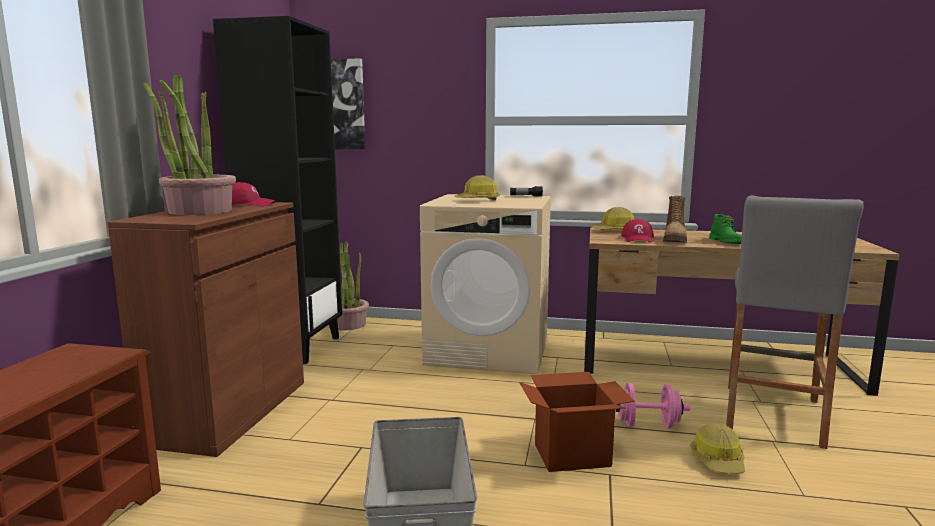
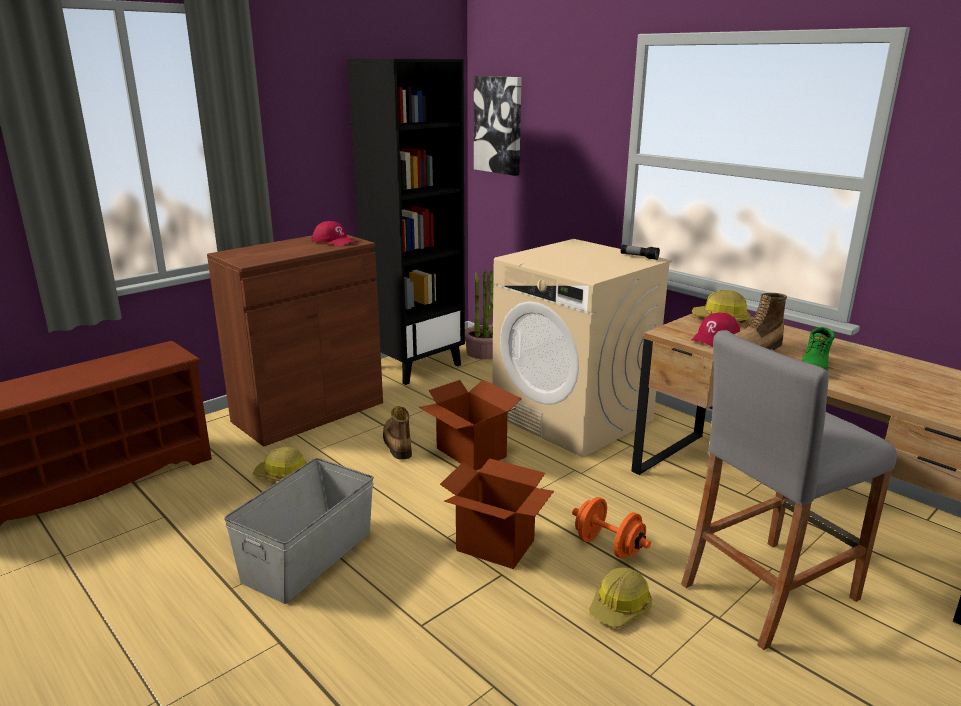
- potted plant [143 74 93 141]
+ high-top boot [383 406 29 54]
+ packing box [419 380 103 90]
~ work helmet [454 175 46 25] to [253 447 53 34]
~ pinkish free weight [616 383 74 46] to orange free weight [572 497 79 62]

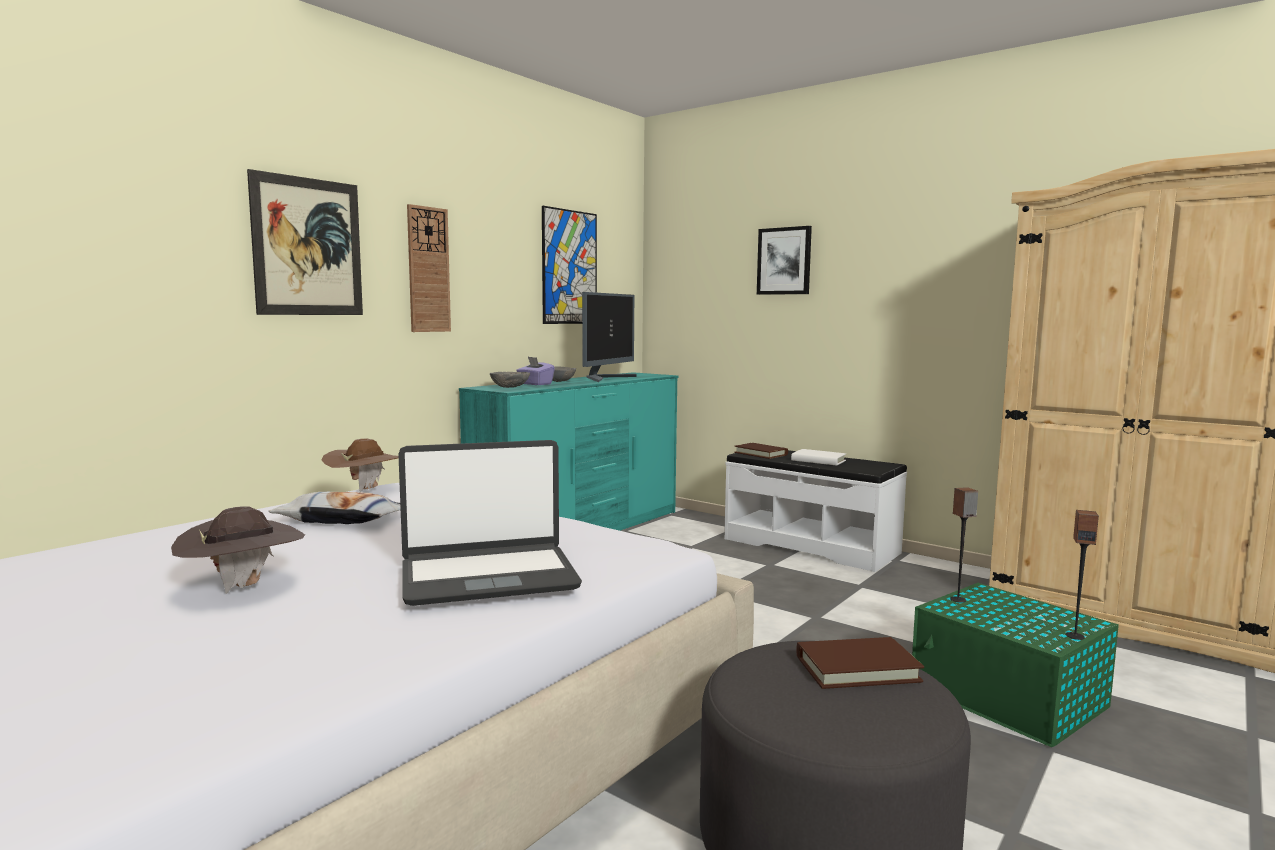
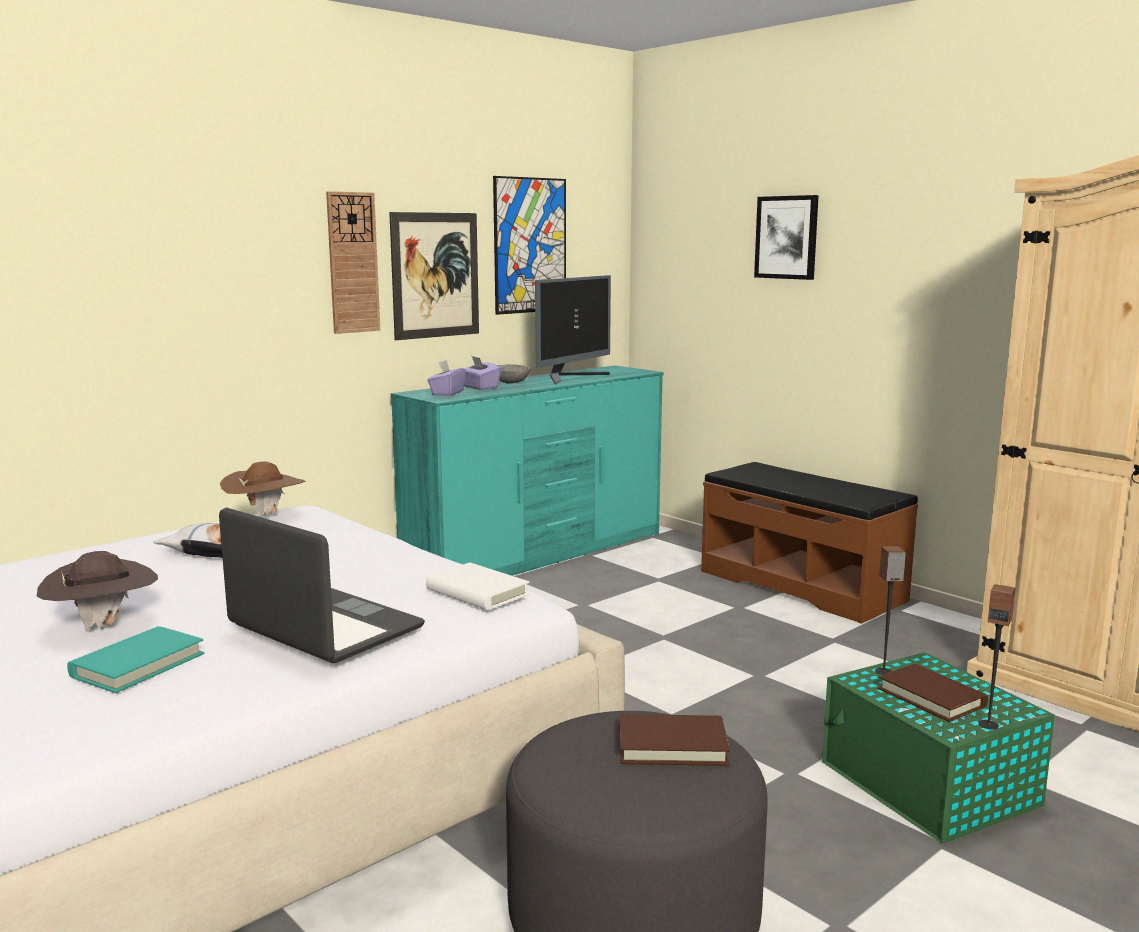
+ blue-green bound book [67 626 137 67]
~ picture [247 169 116 146] to [389 212 90 128]
~ brown-coloured bound book [734 443 54 16] to [878 664 110 58]
~ white bound book [791 449 55 16] to [426 563 103 47]
~ greyish serving bowl [490 372 40 16] to purplish box of tissues [428 360 38 36]
~ white indoor bench [724 450 183 122] to brown-coloured indoor bench [701 462 217 162]
~ laptop [398 440 184 166] = [219 508 206 155] 135 degrees counterclockwise

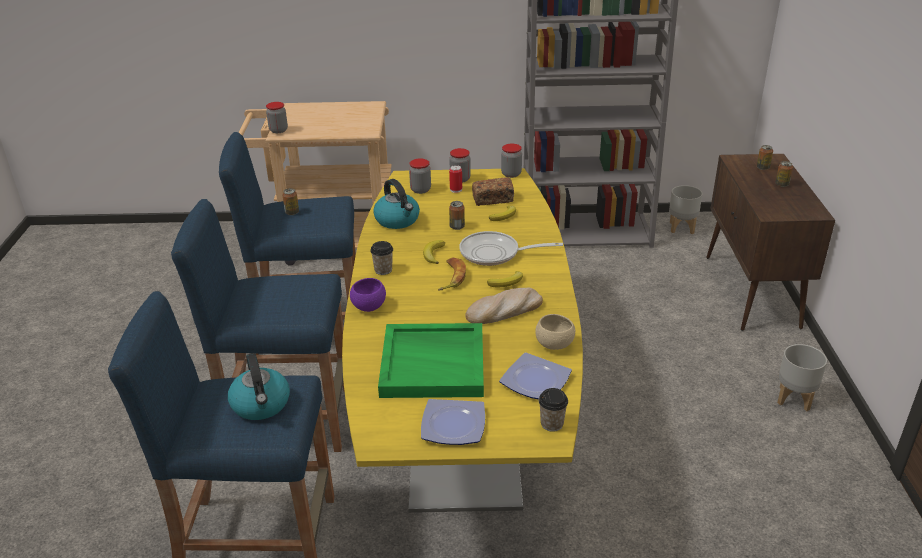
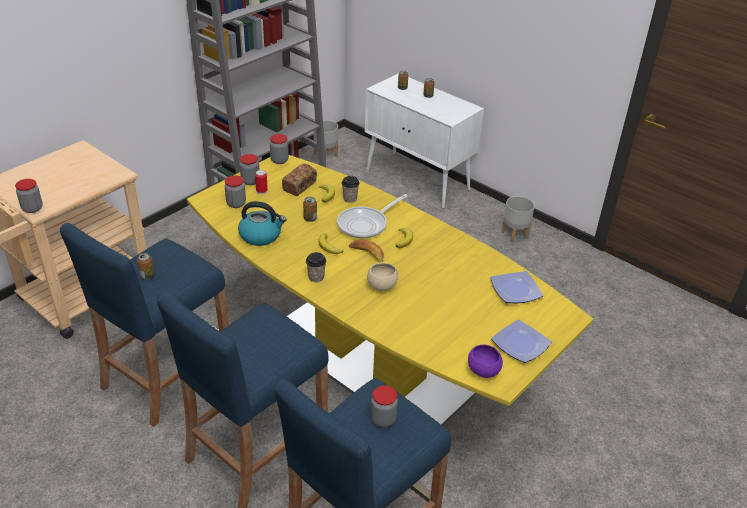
- green serving tray [378 323 106 75]
- baked bread [465 287 78 37]
~ purplish serving bowl [350 278 36 34] to [468 344 35 34]
~ sand-coloured serving bowl [535 314 40 36] to [367 263 31 28]
~ drinking cup [539 388 29 44] to [342 176 17 27]
~ tea kettle [228 353 62 67] to storage jar [370 385 28 42]
~ brown-coloured storage cabinet [706 154 129 177] to white storage cabinet [365 73 119 135]

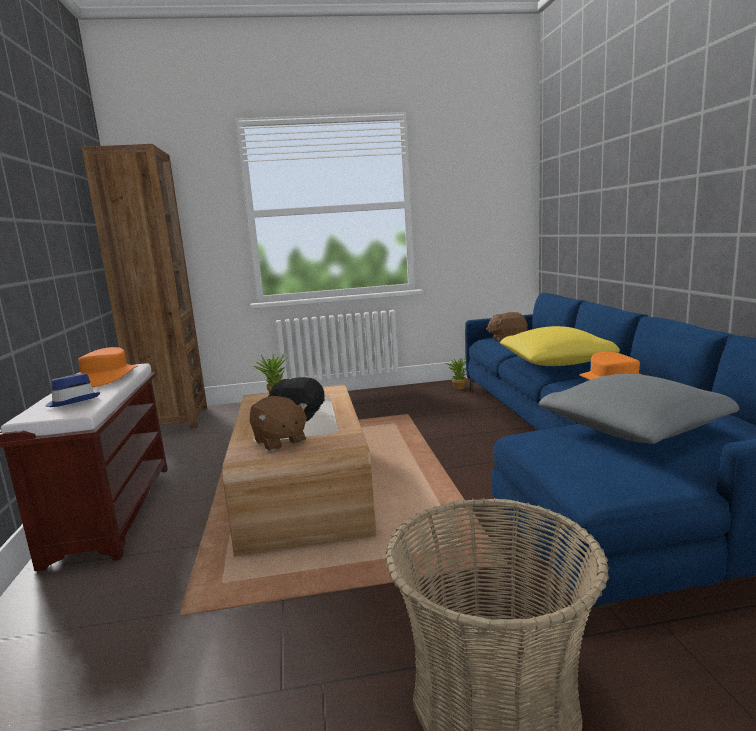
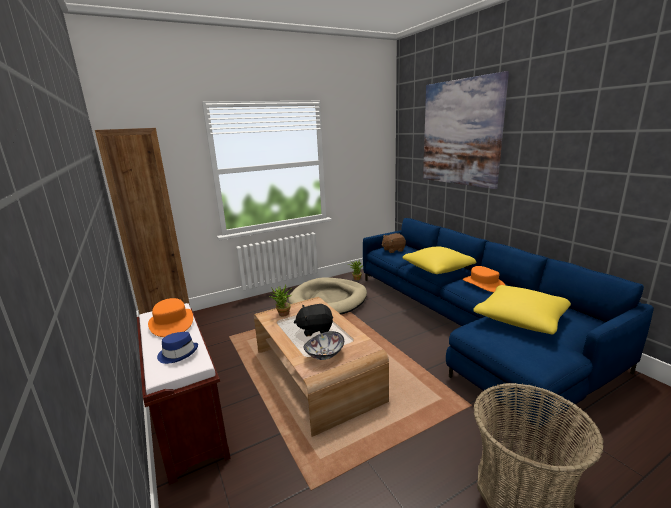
+ sand-coloured dog cushion [288 277 79 37]
+ picture [423 71 86 118]
~ brown-coloured soft toy [250 396 57 55] to serving bowl [304 331 40 29]
~ greyish throw pillow [539 374 201 70] to yellowish throw pillow [474 285 97 50]

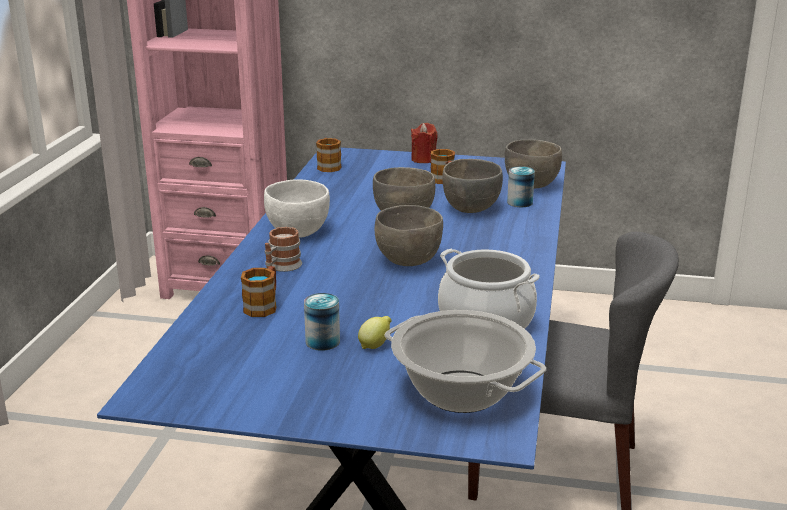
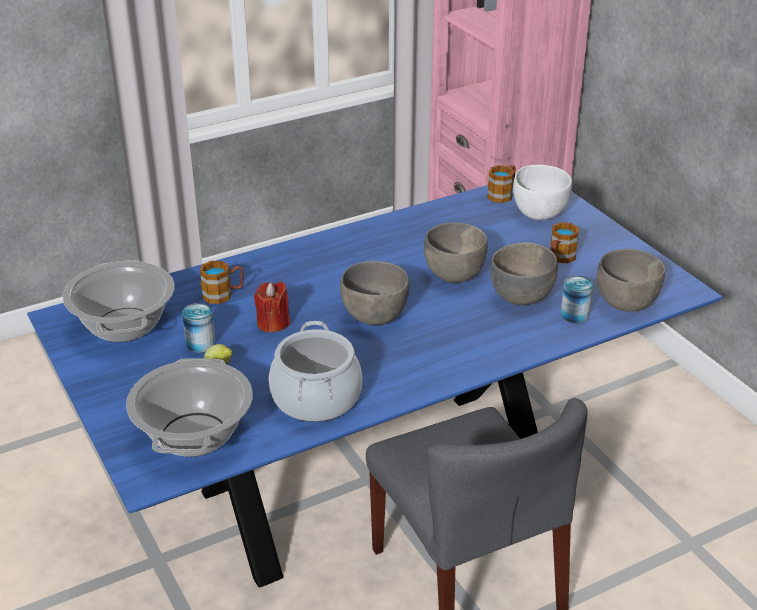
- tea mug [265 227 37 45]
+ stockpot [63 260 111 82]
~ white serving bowl [264 179 66 59] to [513 165 59 55]
~ red-coloured wax light [411 123 26 40] to [254 281 36 52]

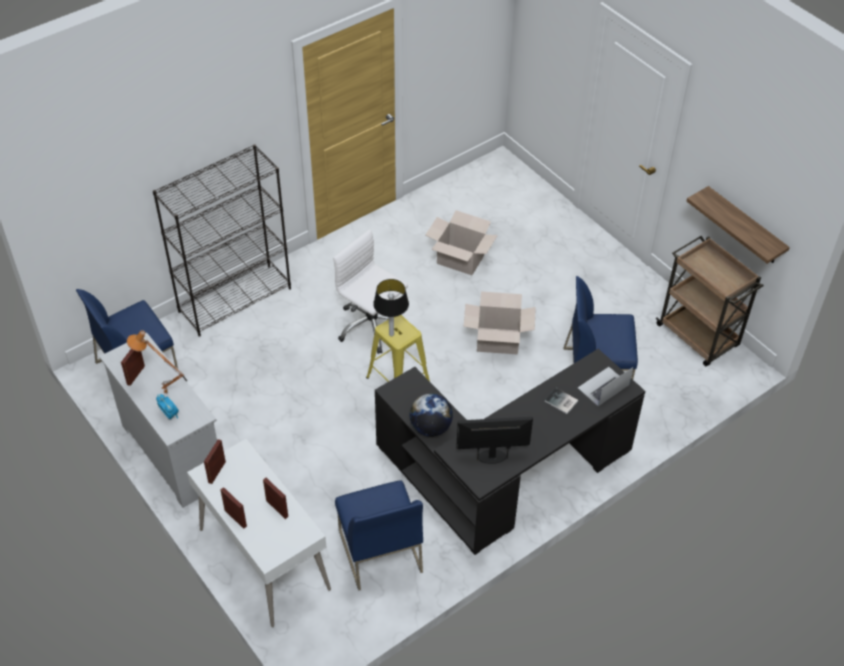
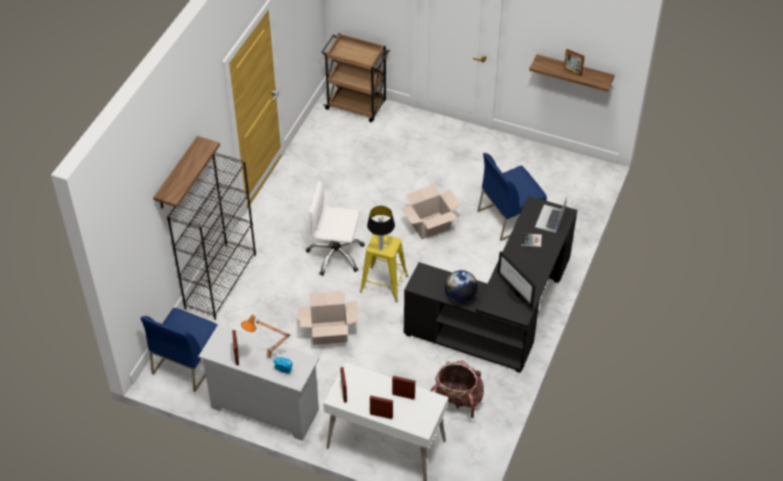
+ bracket shelf [153 136 67 73]
+ standing frame [564 49 21 27]
~ packing box [426 210 72 65] to [298 291 61 54]
~ brown-coloured trolley [655 236 108 130] to [321 33 69 89]
~ blue chair [335 480 88 111] to knapsack [431 360 53 58]
~ computer screen [456 417 77 47] = [498 251 37 56] 90 degrees counterclockwise

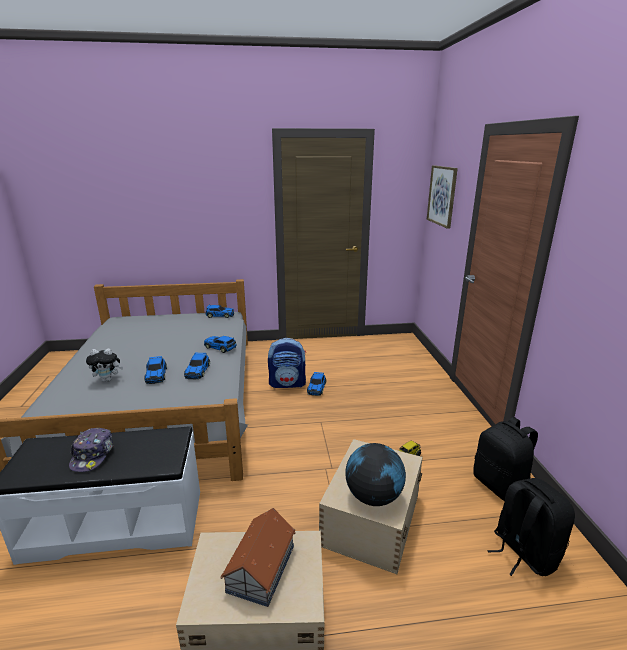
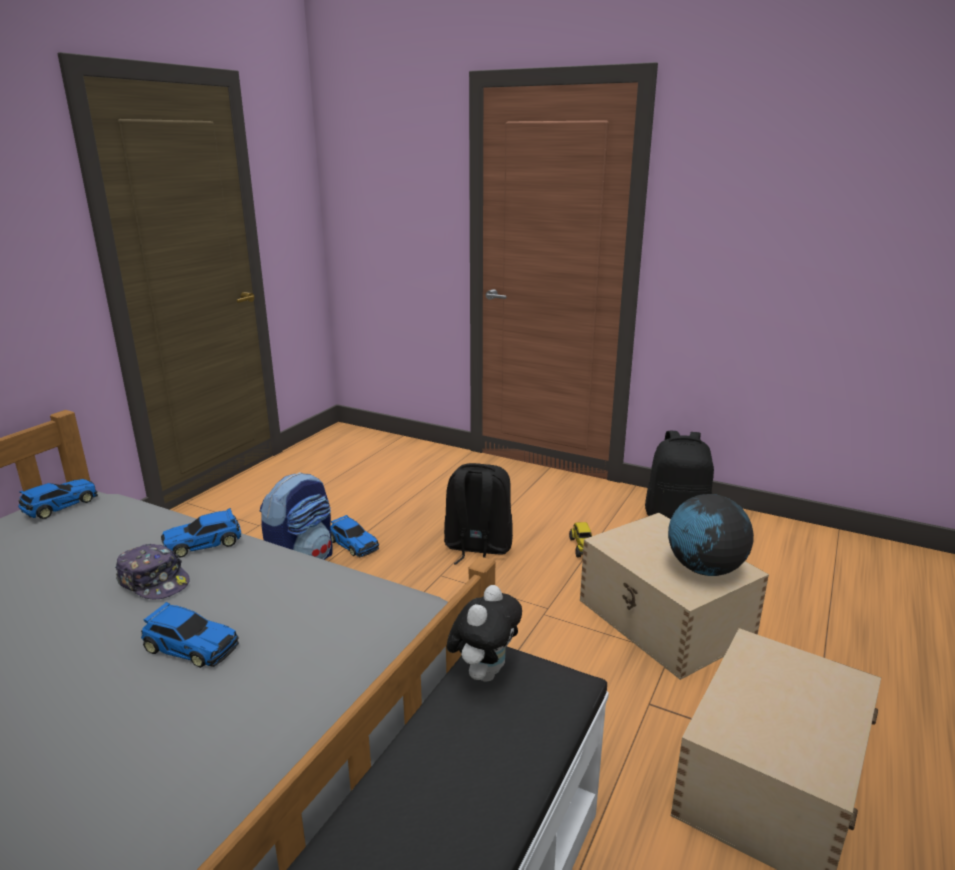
- model car [184 353 26 26]
- model house [221 508 75 99]
- picture [427 165 31 64]
~ peaked cap [69 428 45 44] to [115 544 75 55]
~ soft toy [86 348 37 34] to [447 585 75 97]
~ blackish knapsack [487 478 88 98] to [444 463 69 102]

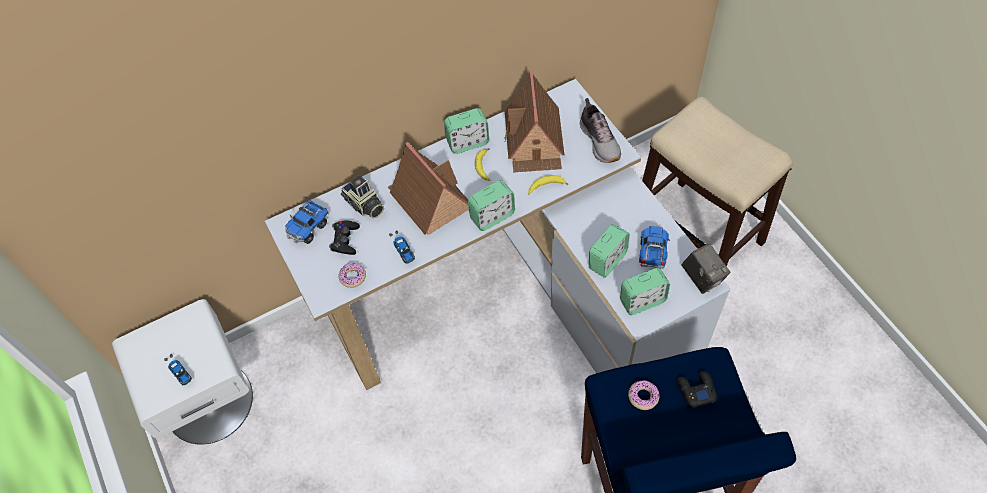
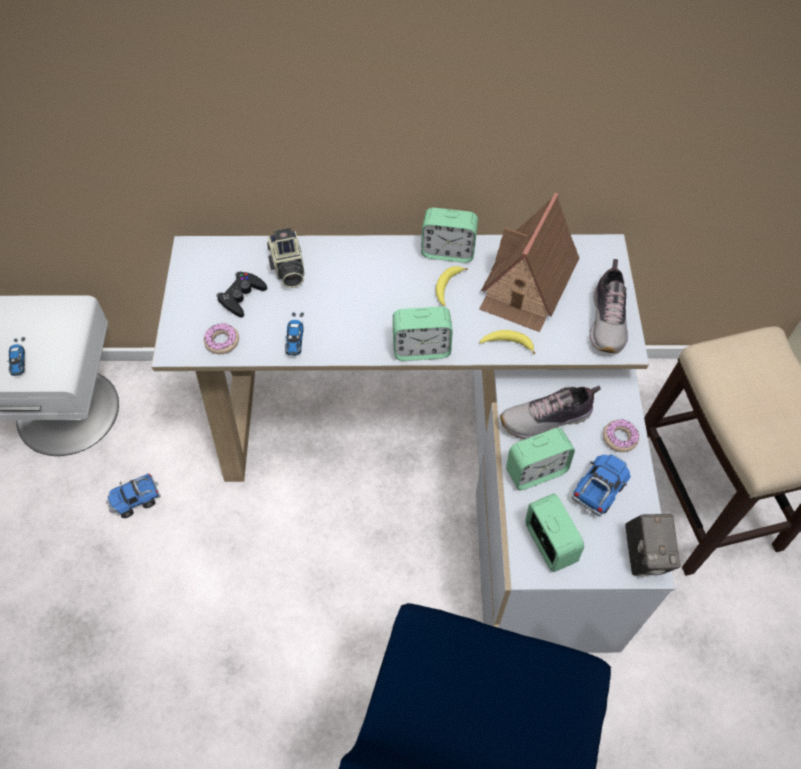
- model house [388 142 81 93]
- blackish game controller [677 371 40 37]
+ low shoe [500 386 101 53]
~ toy lorry [285 200 44 44] to [106 474 54 44]
~ ring doughnut [628 380 31 30] to [603 419 36 33]
~ alarm clock [620 268 50 47] = [525 493 59 79] 120 degrees counterclockwise

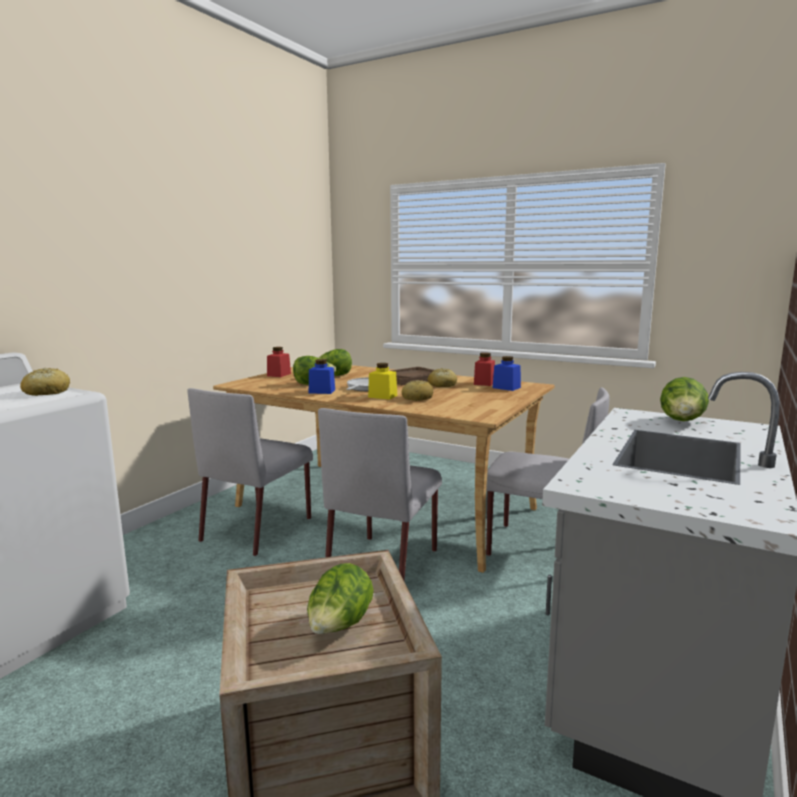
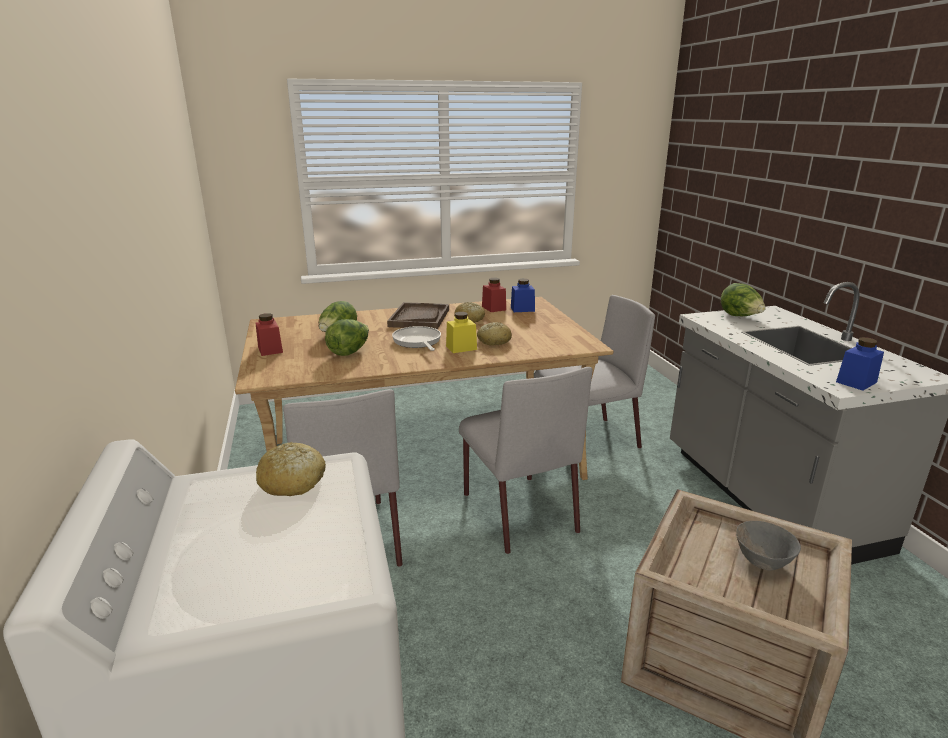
~ blue storage jar [309 359 26 35] to [836 337 48 54]
~ head of lettuce [307 563 67 71] to greyish serving bowl [736 521 65 50]

